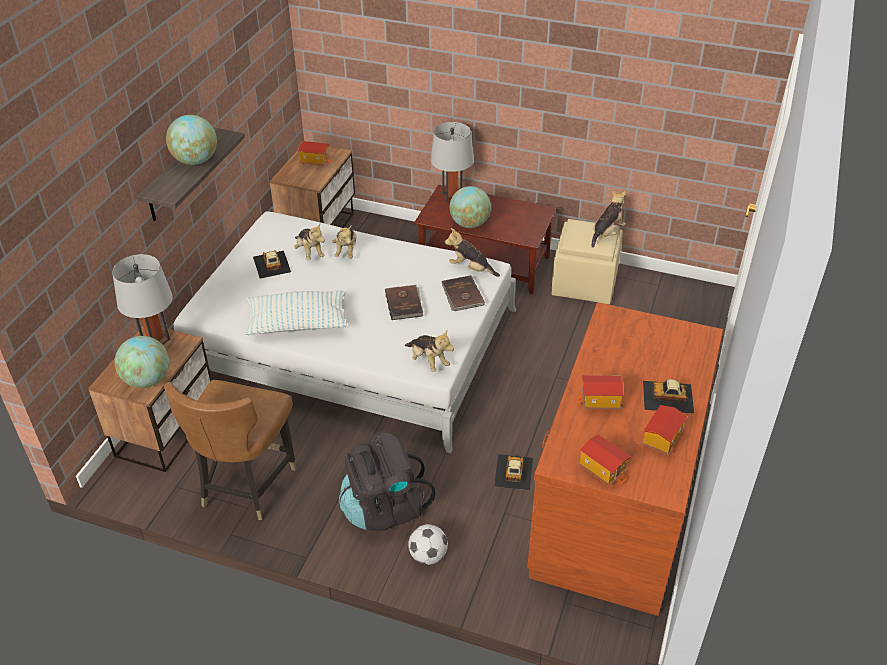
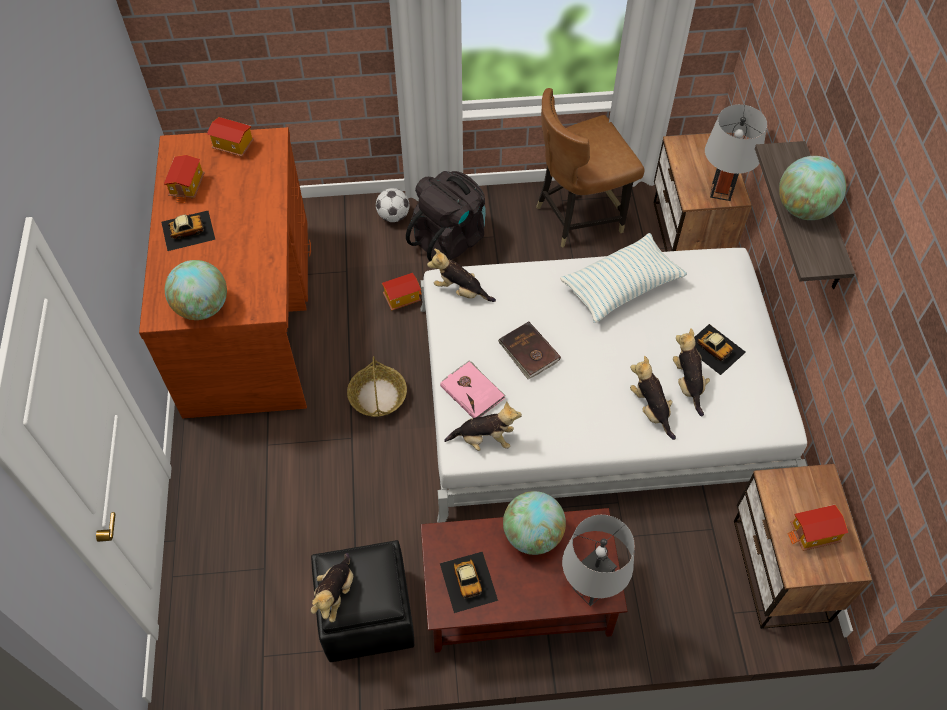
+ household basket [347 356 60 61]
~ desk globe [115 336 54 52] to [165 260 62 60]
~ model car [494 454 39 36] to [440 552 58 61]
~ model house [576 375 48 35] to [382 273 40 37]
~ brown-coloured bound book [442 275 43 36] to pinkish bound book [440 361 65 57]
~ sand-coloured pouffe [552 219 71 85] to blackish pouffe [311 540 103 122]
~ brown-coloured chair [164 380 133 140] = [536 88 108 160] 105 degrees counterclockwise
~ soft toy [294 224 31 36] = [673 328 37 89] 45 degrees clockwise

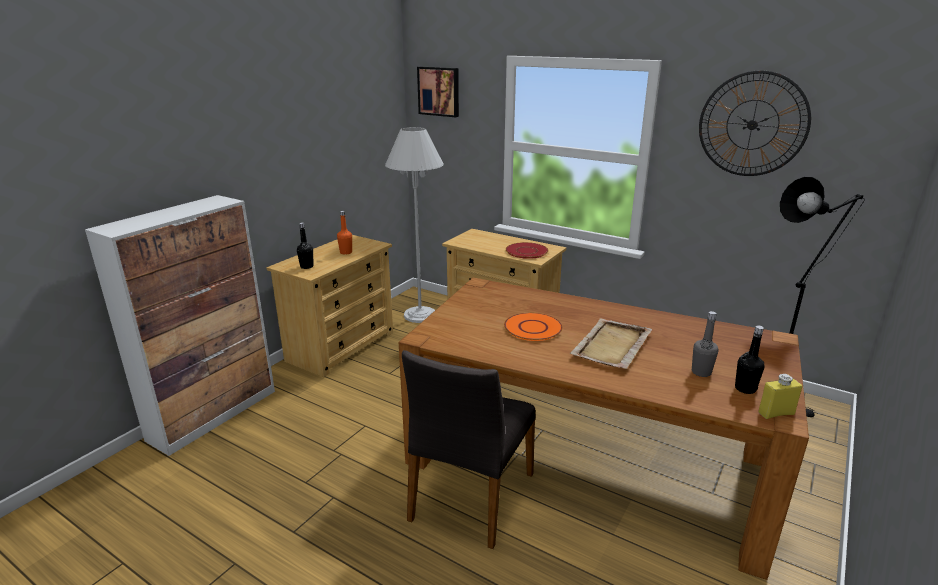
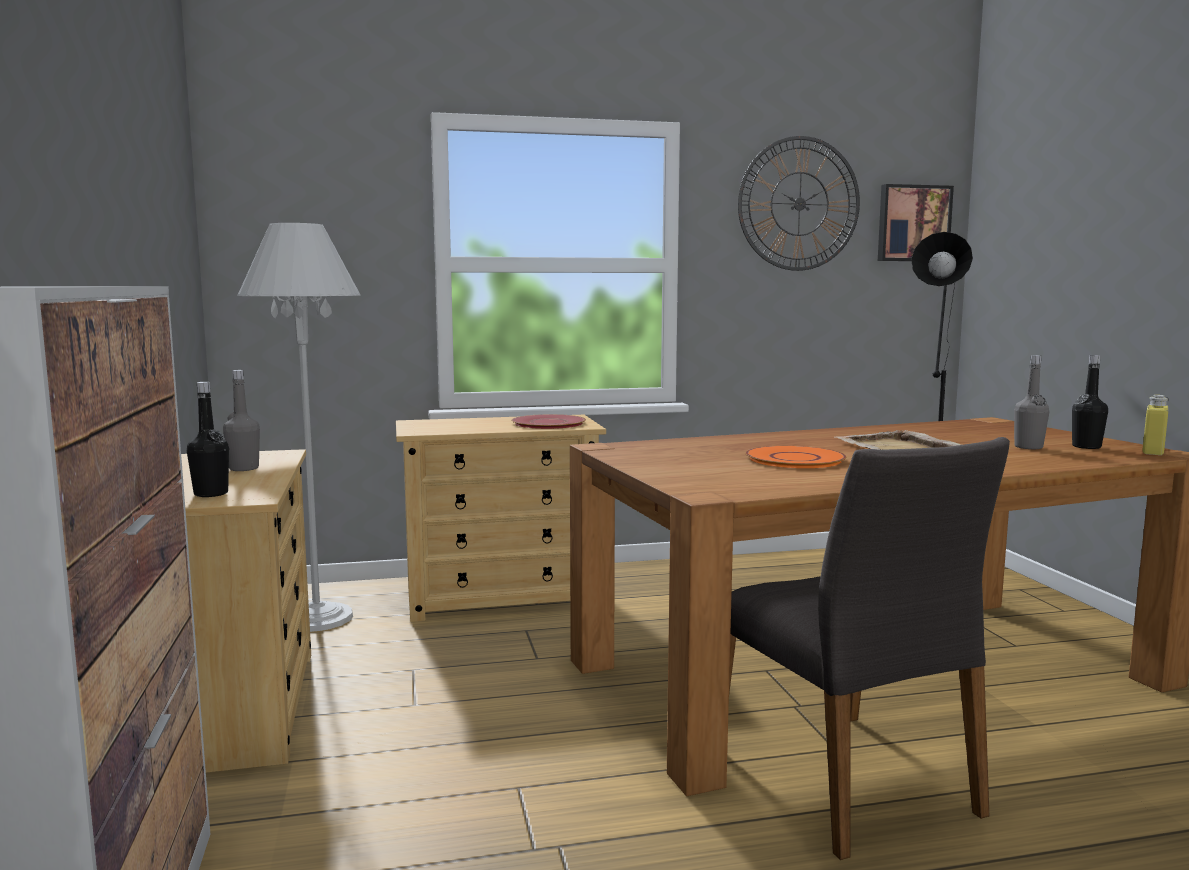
~ picture [417 67 42 50] to [878 184 76 77]
~ orange bottle [337 211 15 44] to greyish bottle [223 370 37 101]

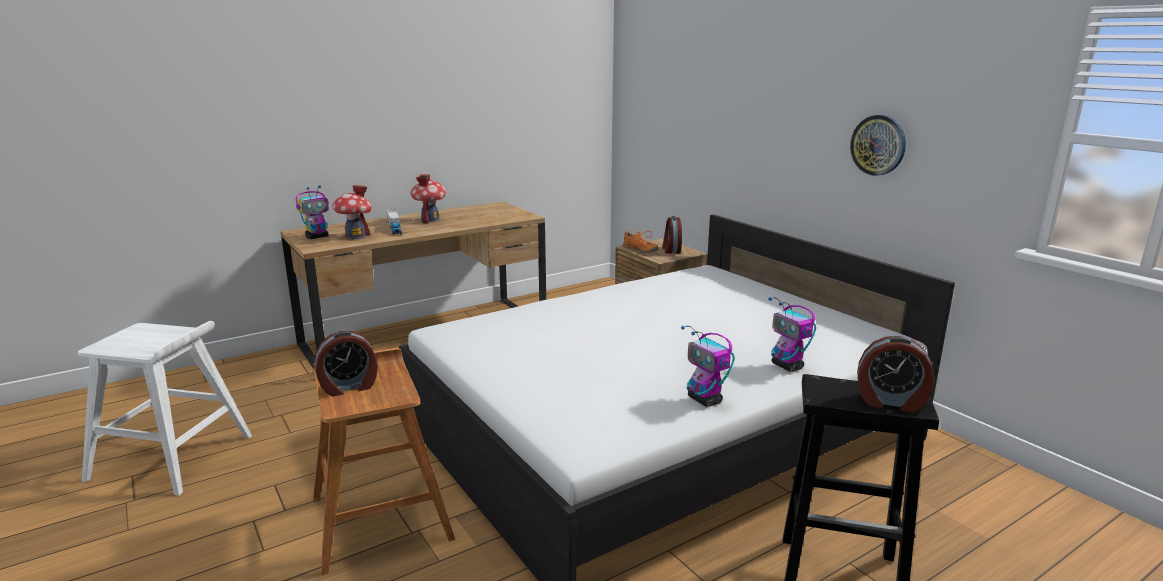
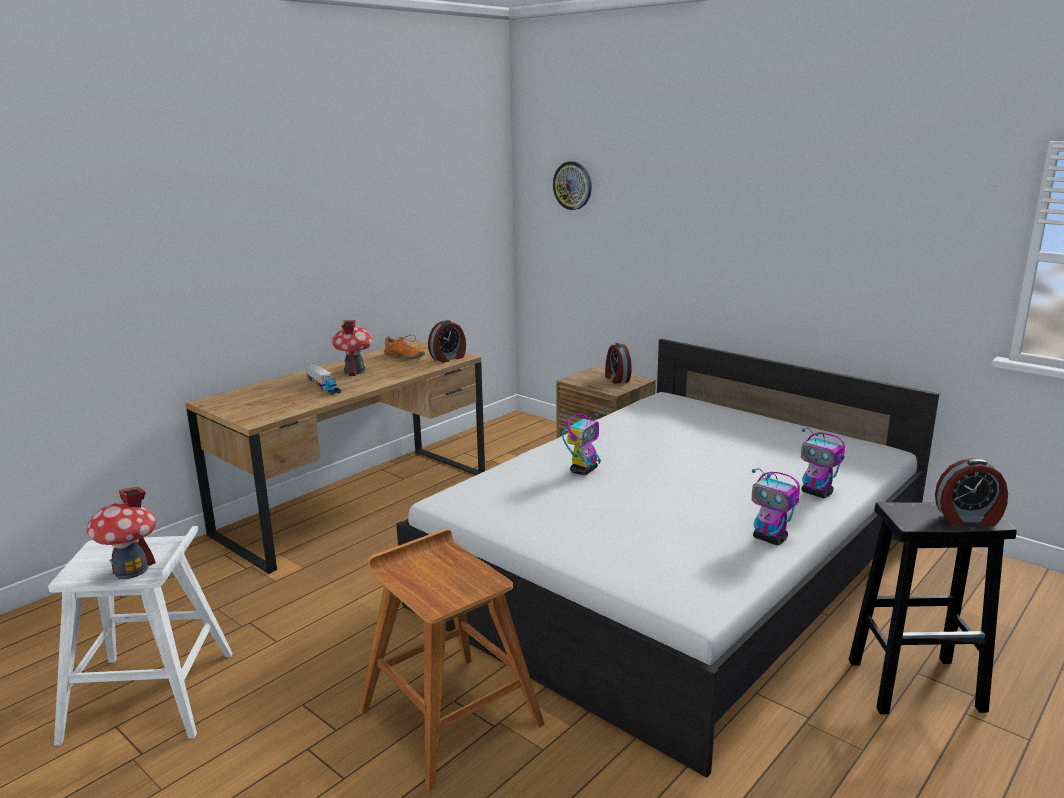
~ toy robot [296 185 33 54] to [562 409 44 66]
~ alarm clock [314 331 64 65] to [428 320 38 43]
~ model house [332 185 40 54] to [86 486 70 93]
~ orange low shoe [623 231 36 22] to [384 334 41 25]
~ clock on the wall [850 115 56 61] to [553 161 39 49]

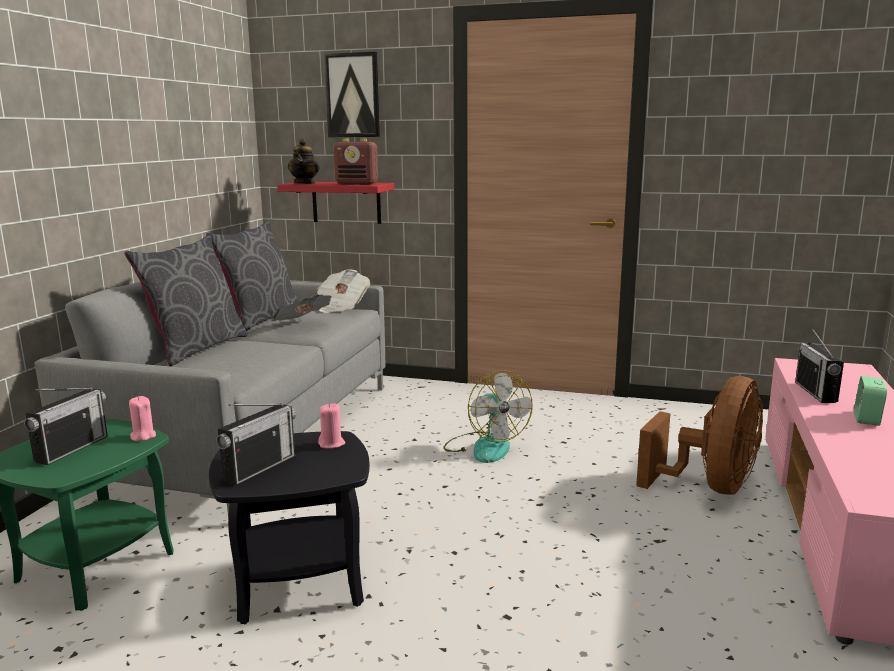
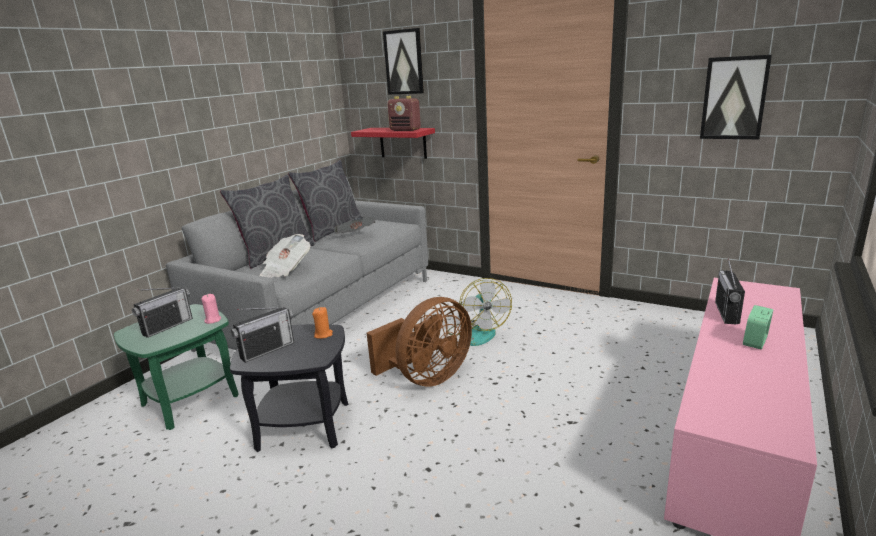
- pot for tea [288 139 32 45]
+ picture [700 55 72 84]
~ printed paper [317 269 53 44] to [259 234 51 44]
~ brown-coloured cooling fan [636 376 127 119] to [367 297 105 90]
~ pinkish wax light [318 403 27 46] to orange wax light [312 307 21 32]

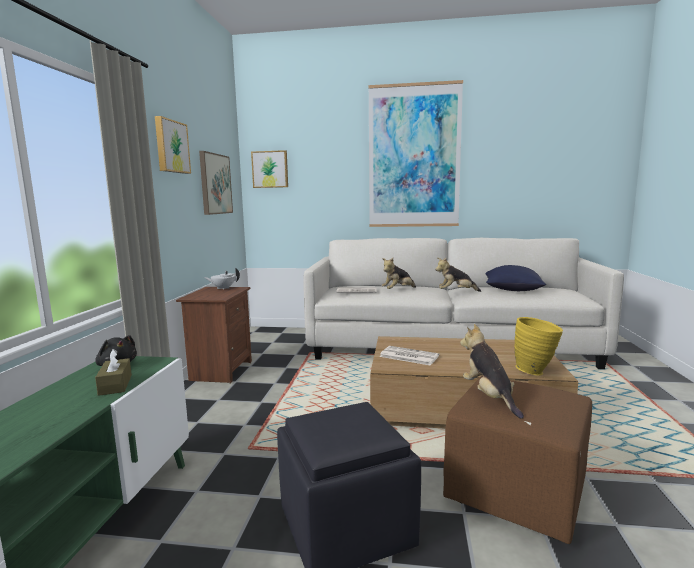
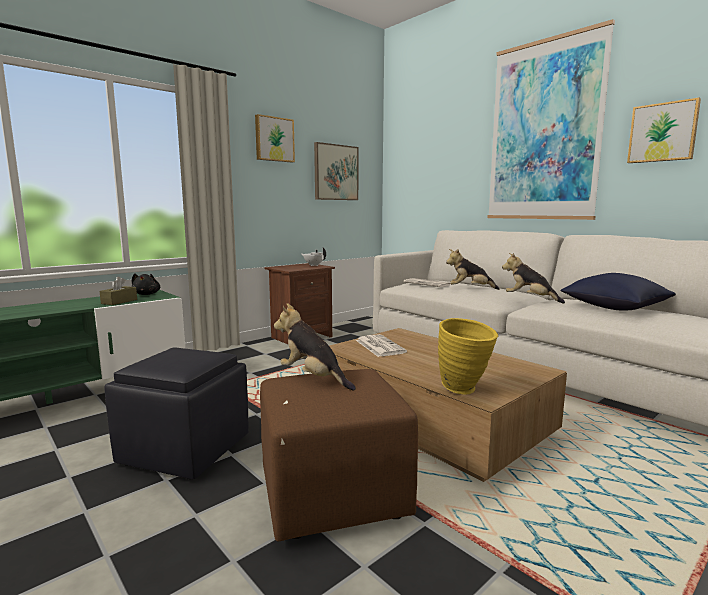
~ picture [251 150 37 38] to [627 98 74 65]
~ soft toy [460 324 64 95] = [274 303 82 87] 75 degrees counterclockwise

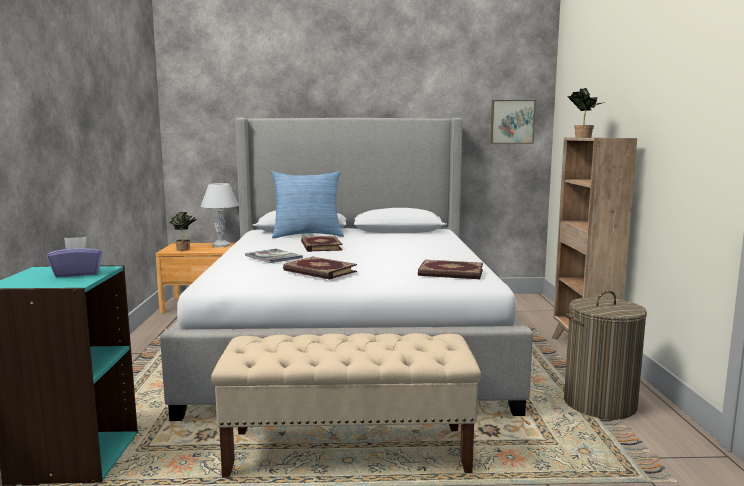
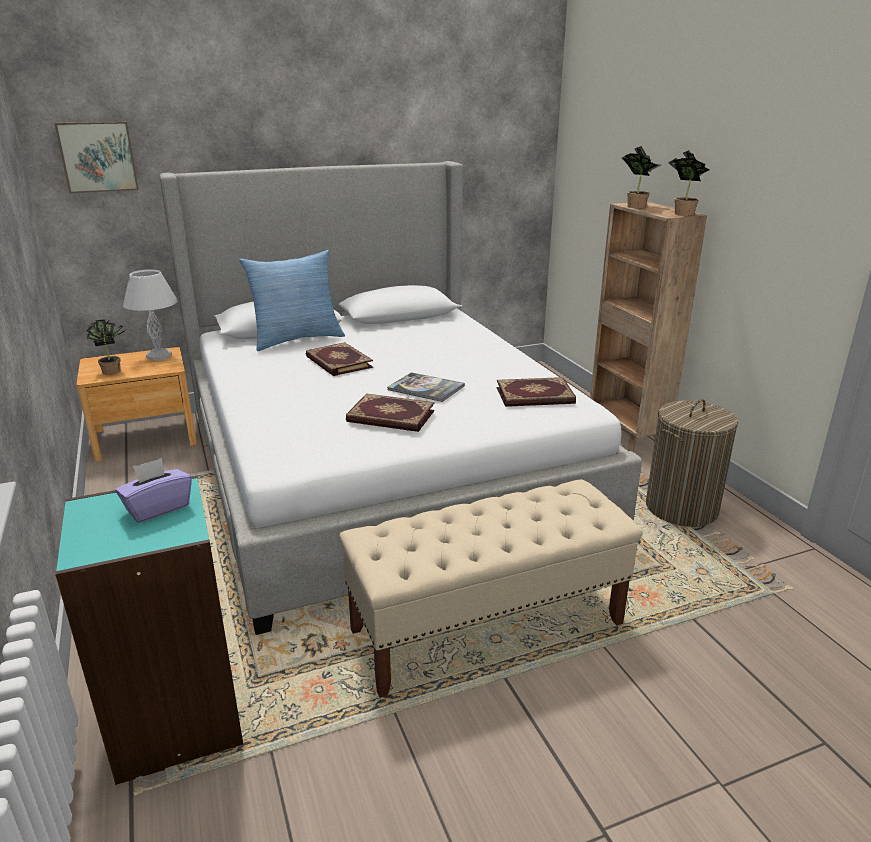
+ potted plant [669 150 40 66]
~ bound book [245 249 58 14] to [387 372 78 30]
~ picture [490 100 46 44] to [54 122 85 71]

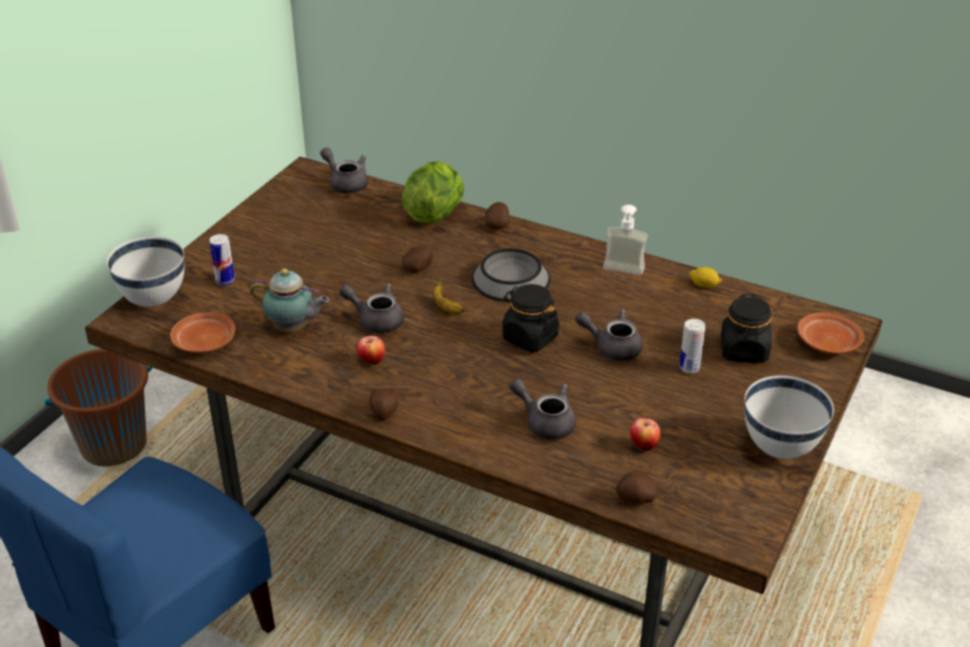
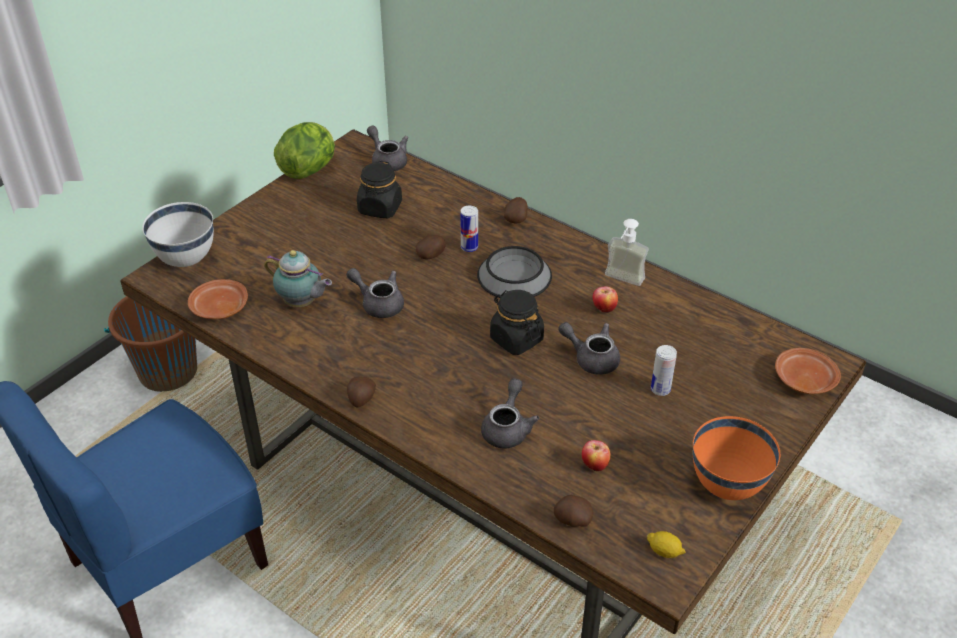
- whole banana [433 276 32 38]
~ can [209 234 26 51] to [460 206 18 46]
~ apple [357 336 28 29] to [593 286 25 27]
~ head of lettuce [402 161 62 63] to [274 122 61 57]
~ whole lemon [689 267 33 21] to [647 531 39 27]
~ blackish storage jar [721 294 51 69] to [357 161 45 57]
~ white serving bowl [745 375 89 84] to orange serving bowl [693 416 87 84]
~ greyish pot for tea [510 378 66 61] = [481 378 58 70] 60 degrees clockwise

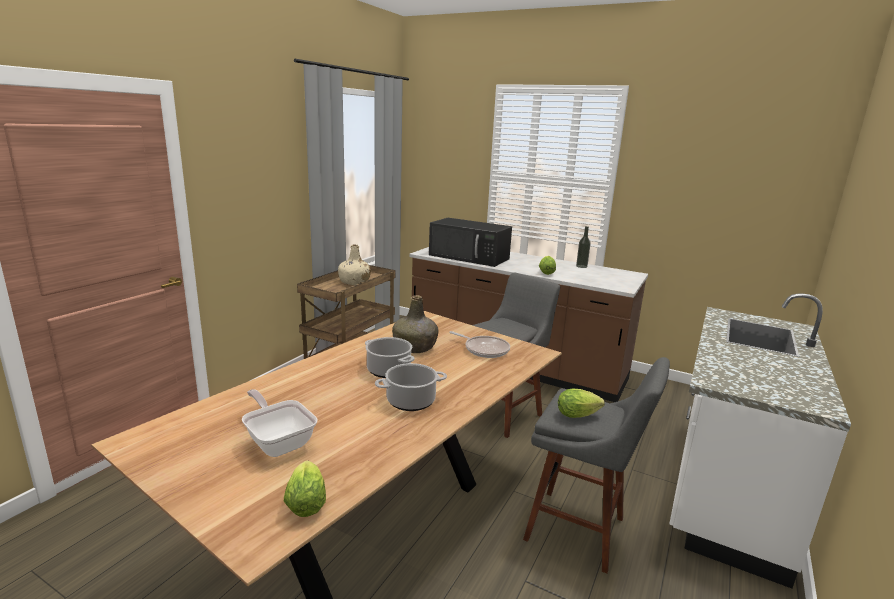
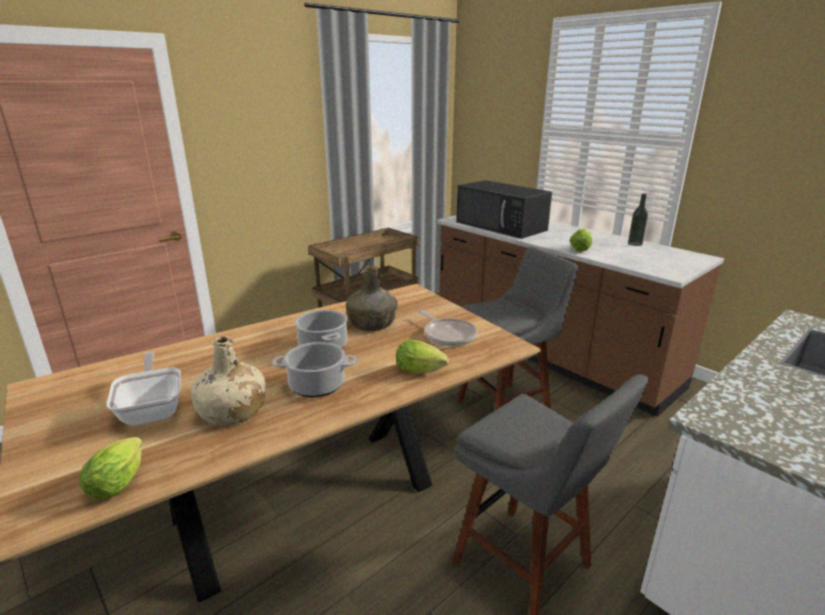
~ sand-coloured bottle [338 245 33 40] to [191 336 75 90]
~ head of lettuce [558 389 47 29] to [396 340 53 33]

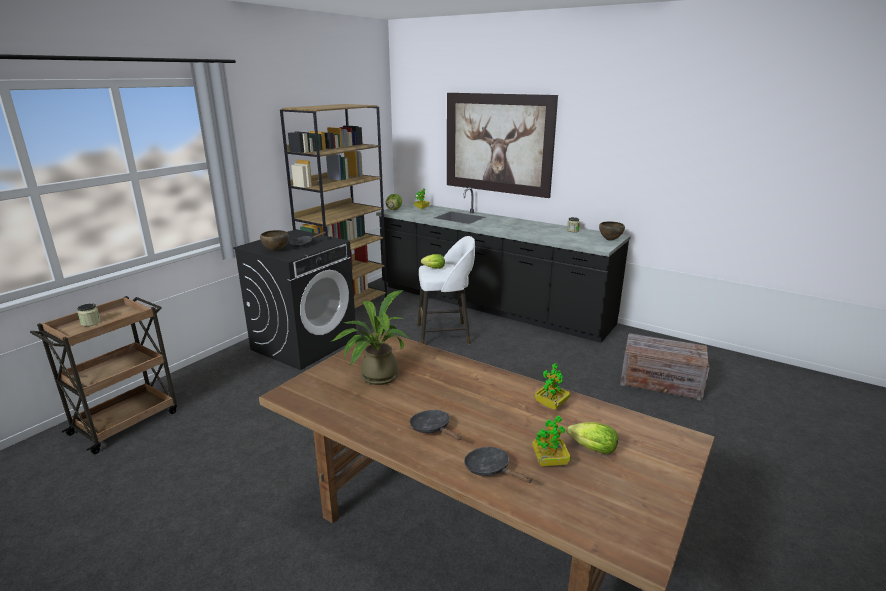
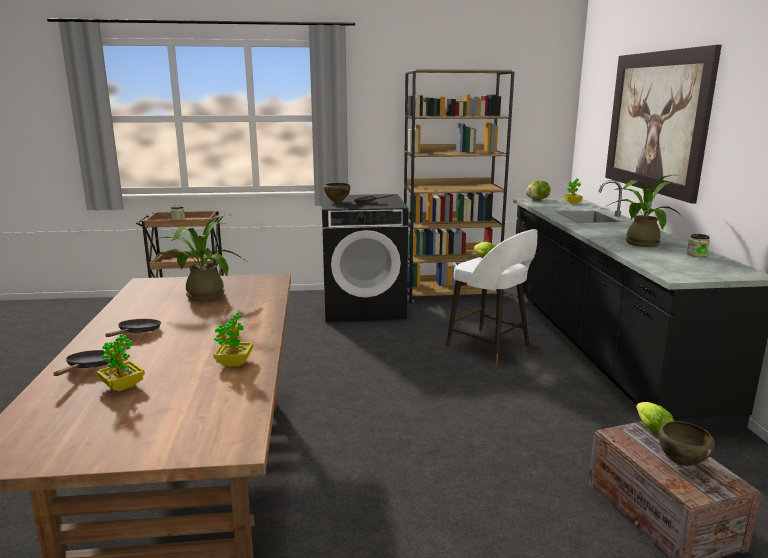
+ potted plant [605 174 83 73]
~ head of lettuce [567 422 51 32] to [636 402 38 33]
~ brown-coloured serving bowl [599 221 26 20] to [658 421 57 45]

